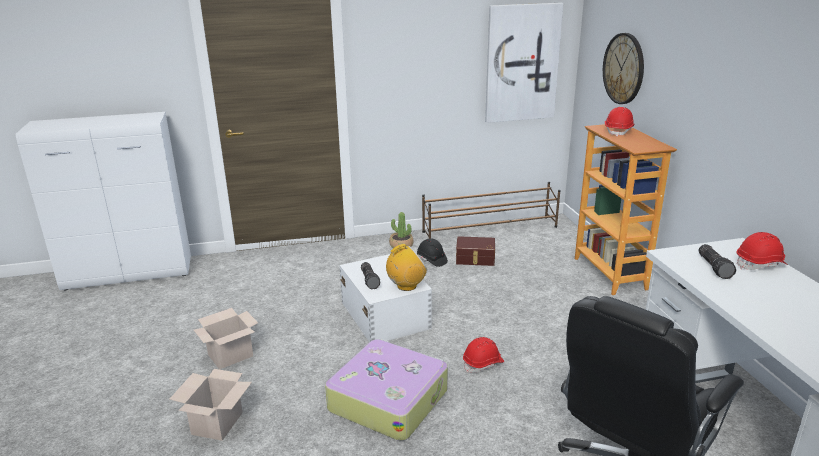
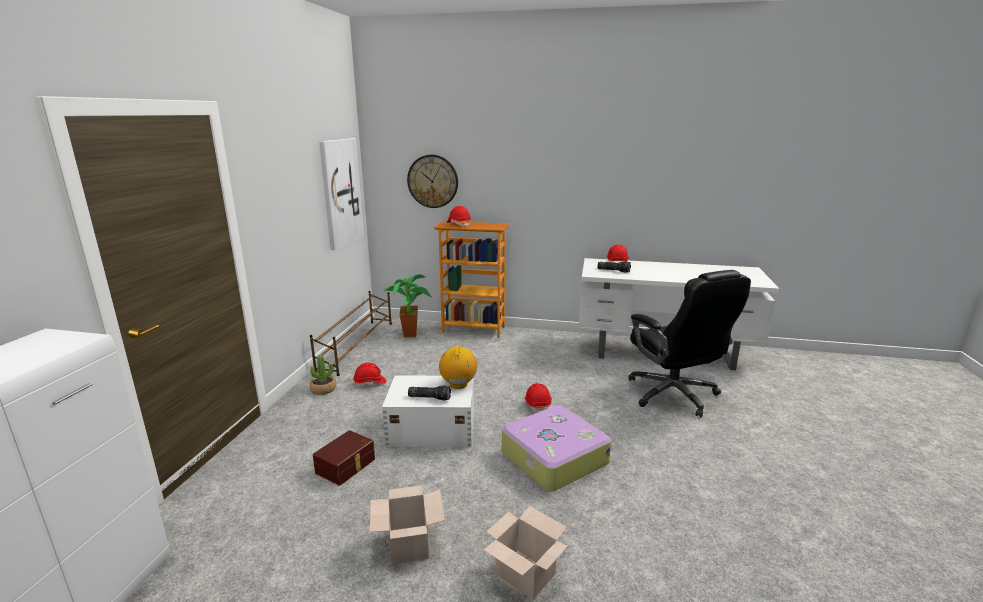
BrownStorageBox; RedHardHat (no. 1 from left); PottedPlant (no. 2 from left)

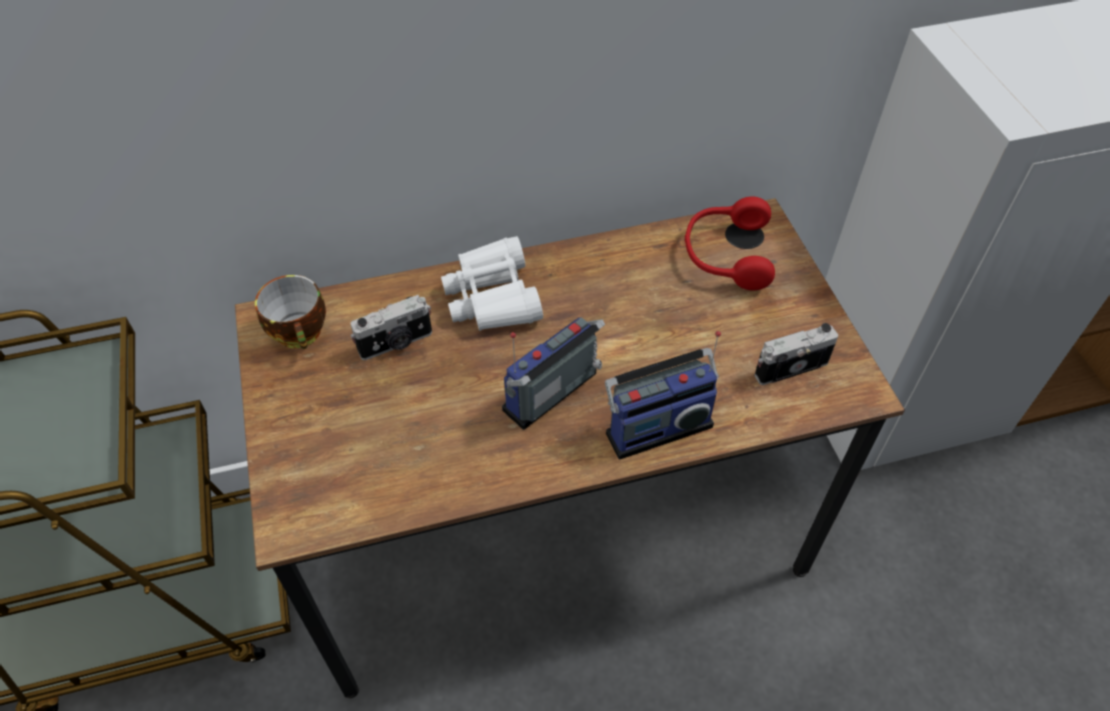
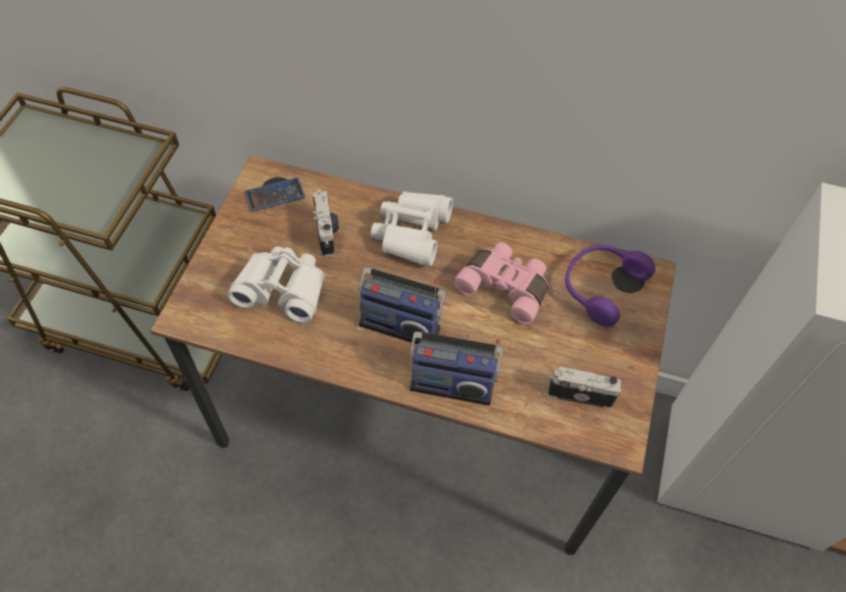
WhiteBinoculars (no. 1 from left); Phone; PhotoCamera (no. 1 from left); Radio (no. 1 from left); PinkBinoculars; PurpleHeadphones

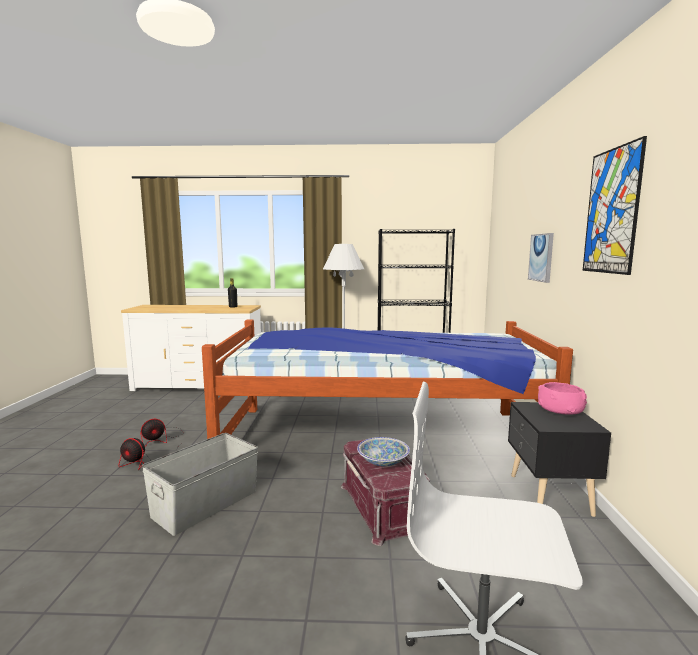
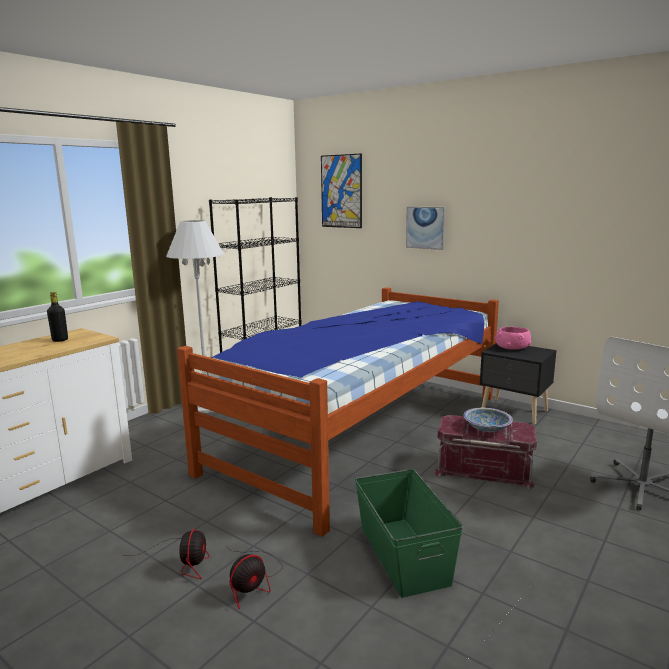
Picture (no. 1 from left); GreenStorageBox

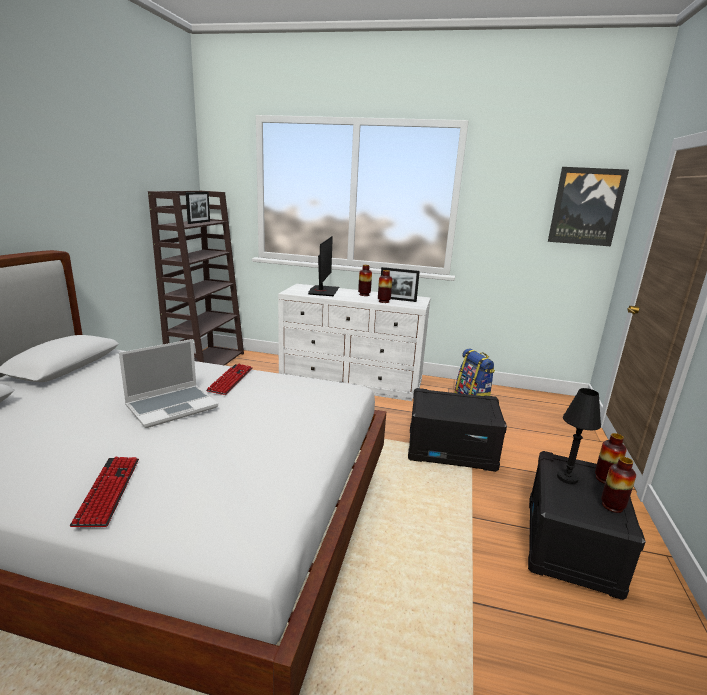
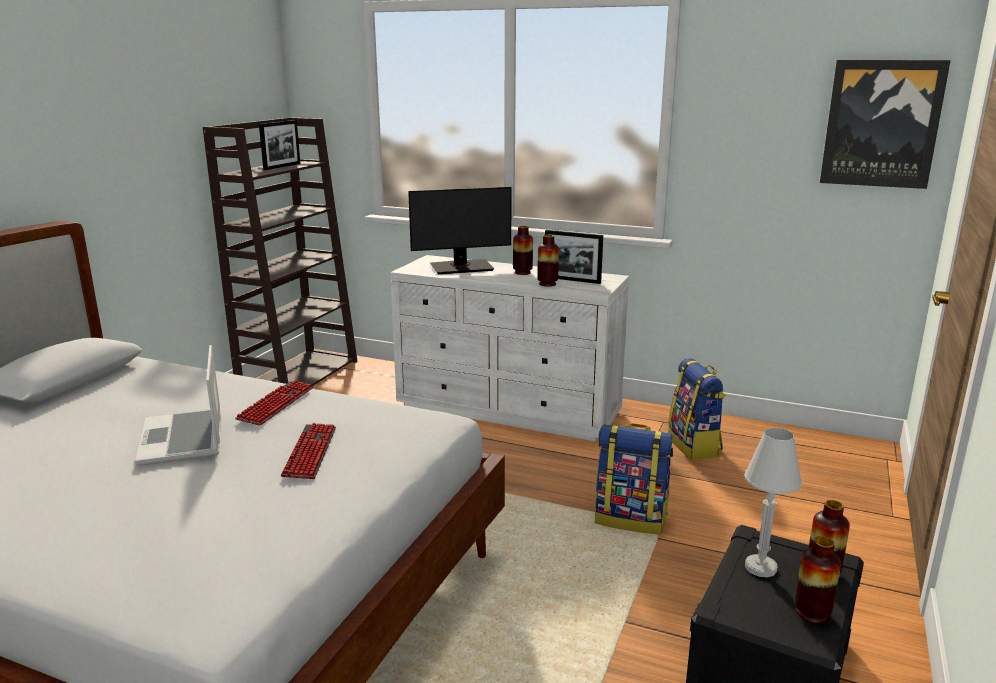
Laptop; Keyboard (no. 2 from left); Monitor; Backpack (no. 1 from left); WhiteTableLamp

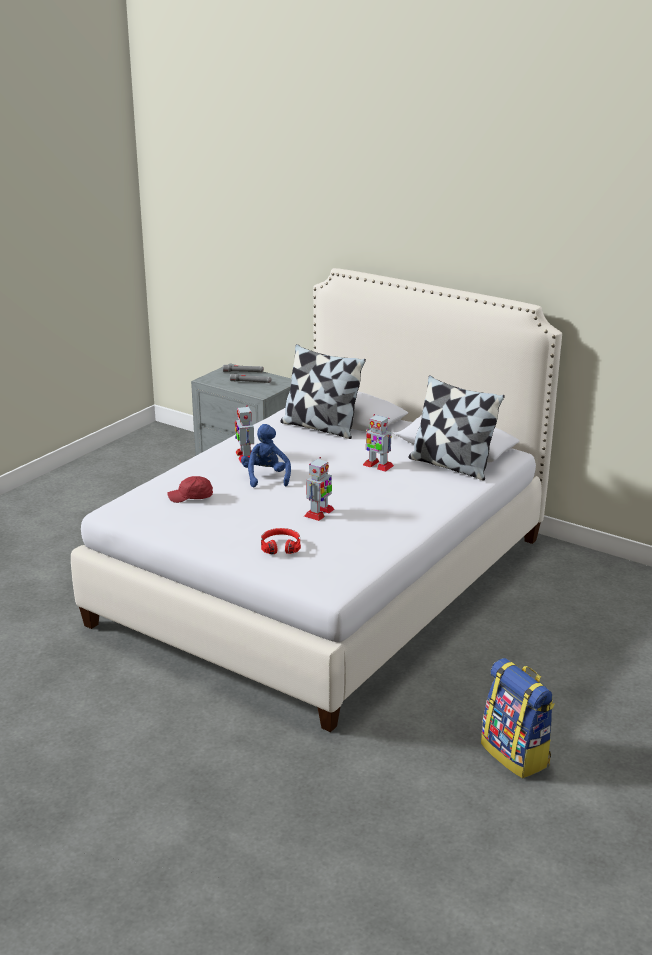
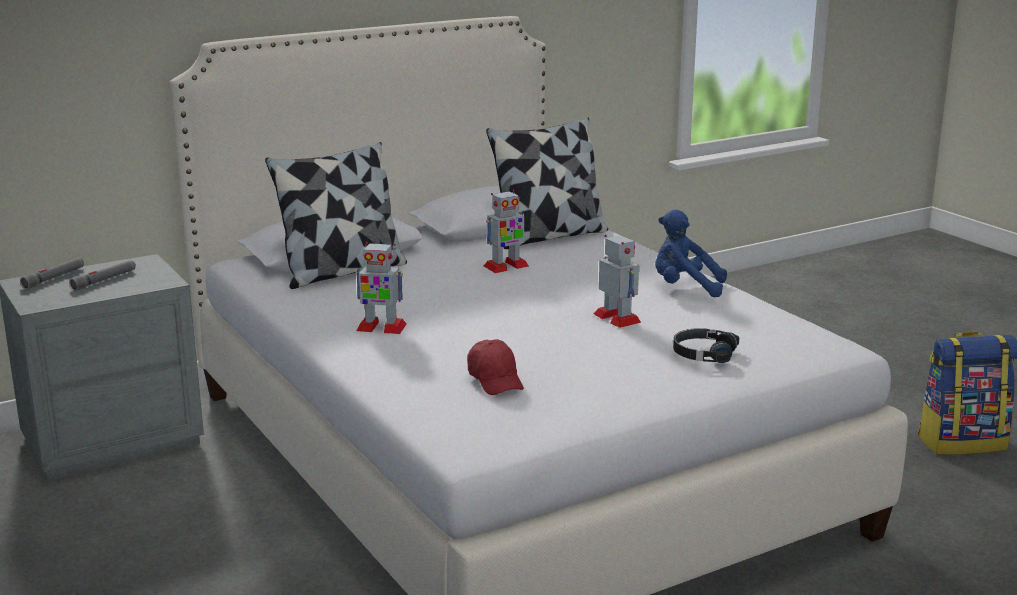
RedCap; BluePlushToy; BlackHeadphones

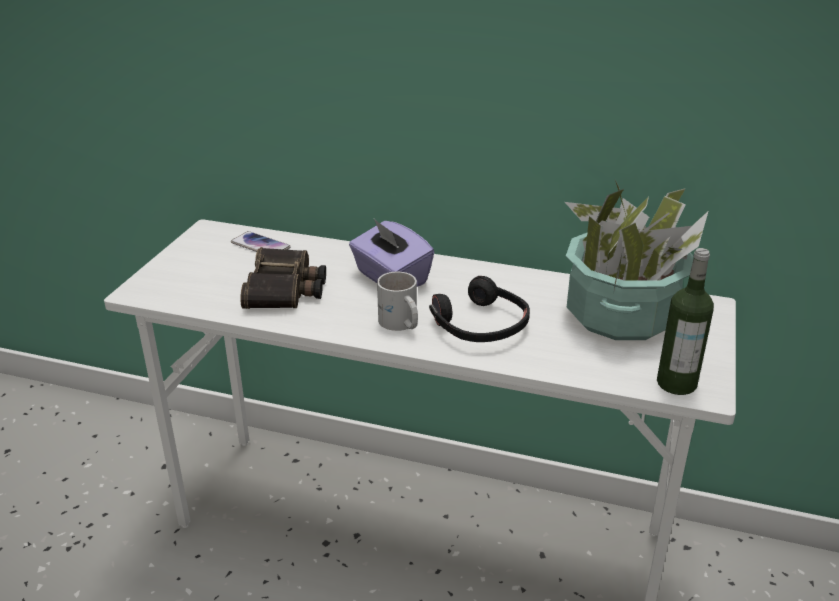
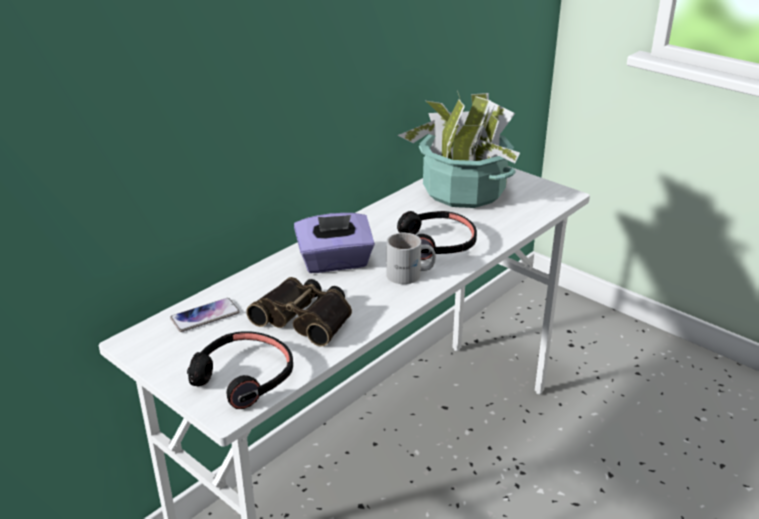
BlackHeadphones (no. 1 from left); Bottle

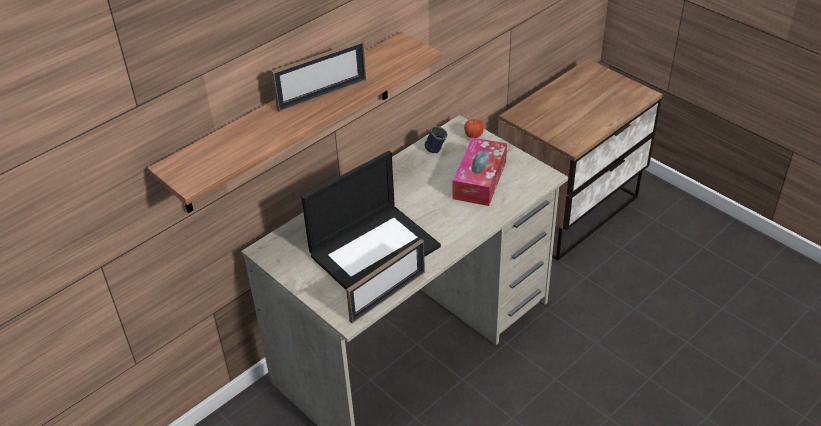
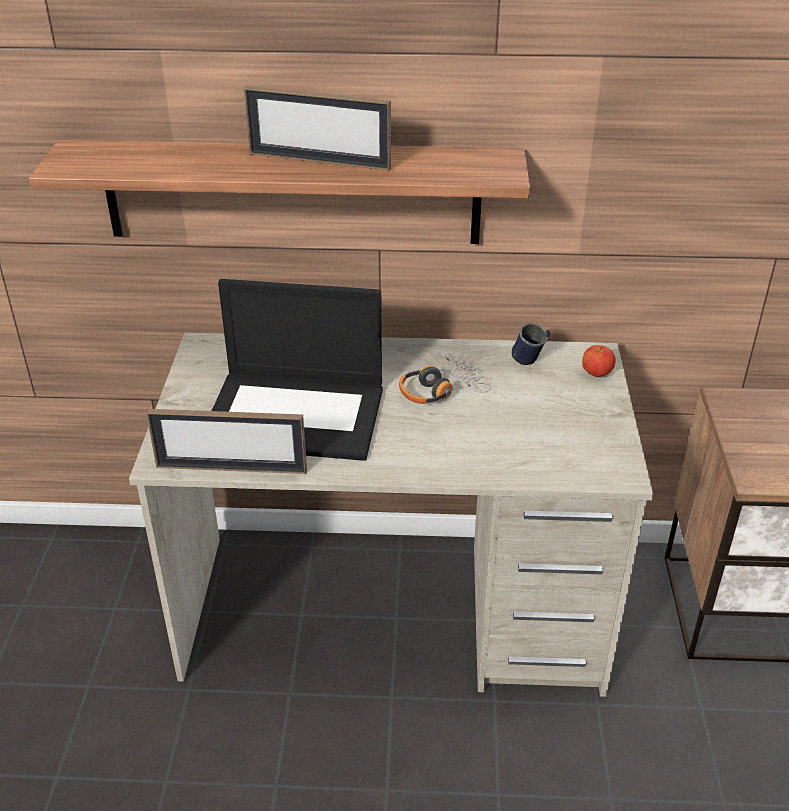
Headphones; TissueBox

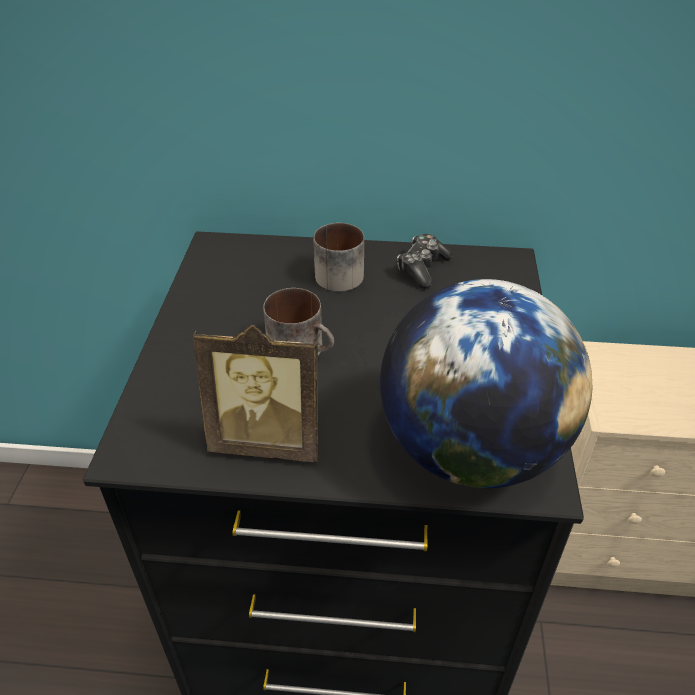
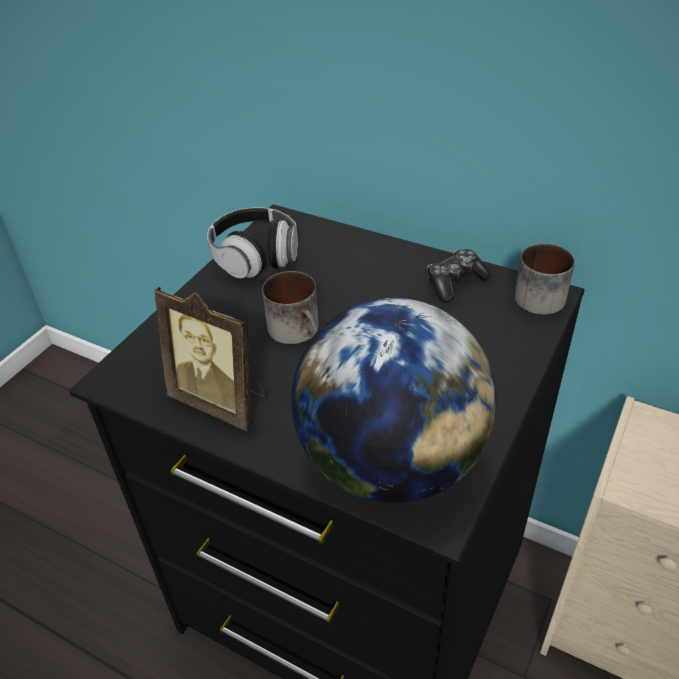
Headphones; Mug (no. 2 from left)

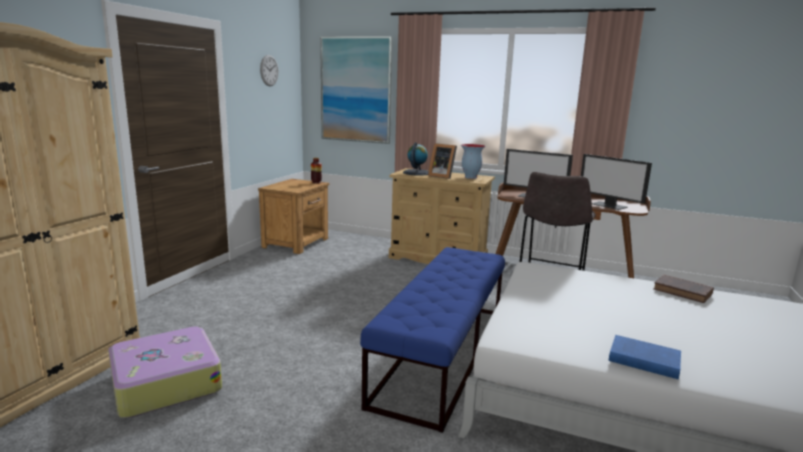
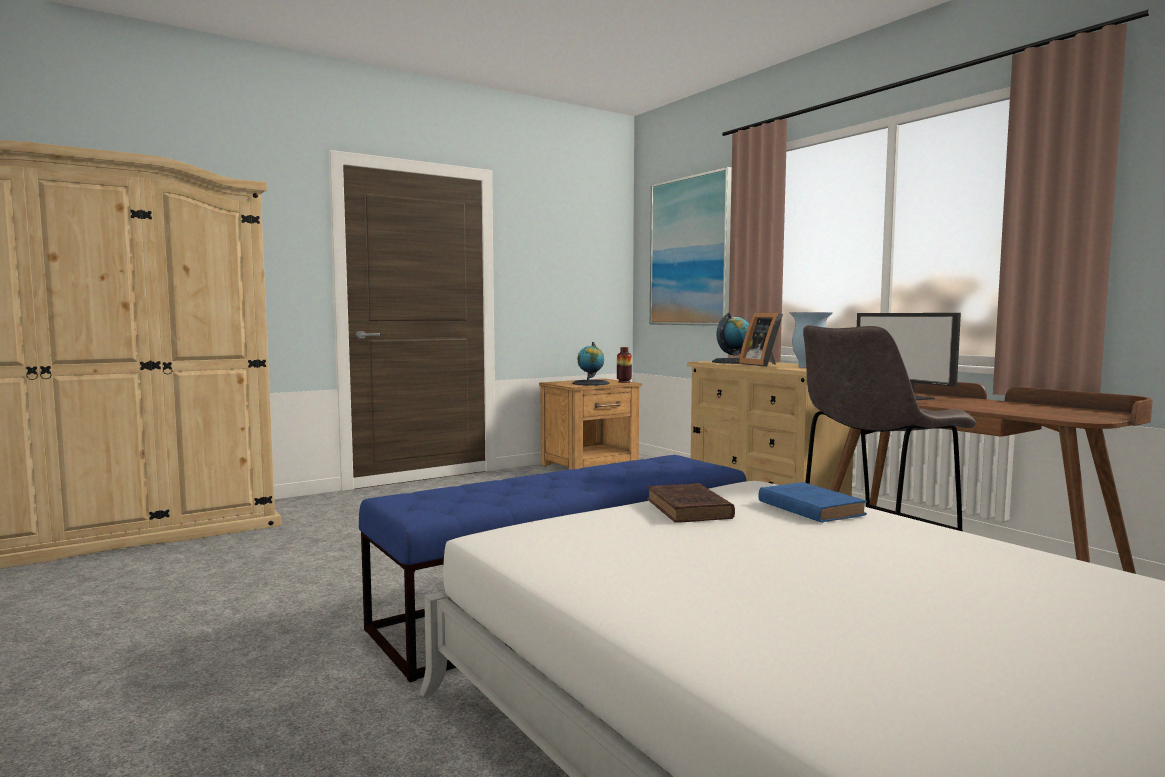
Globe (no. 1 from left); BrownBook; BlueBook; Suitcase; WallClock; Monitor (no. 2 from left in the first image)

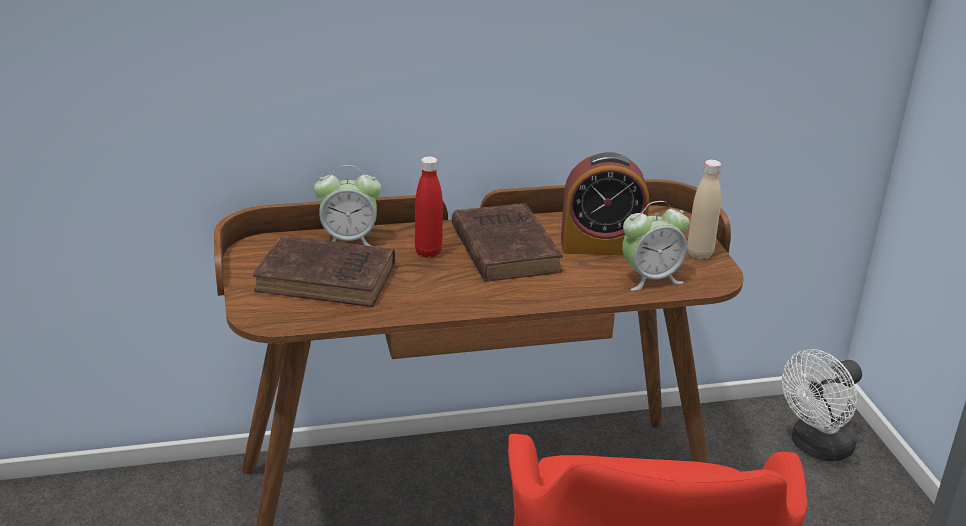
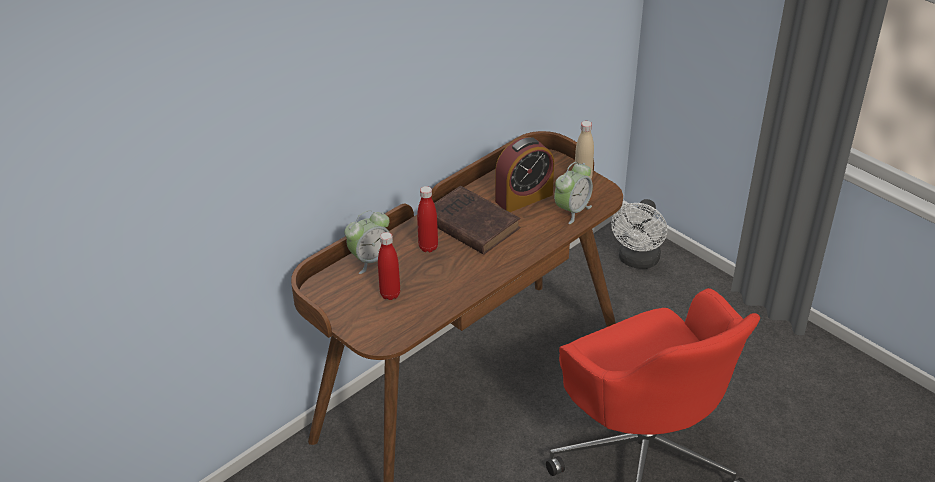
RedBottle (no. 1 from left)

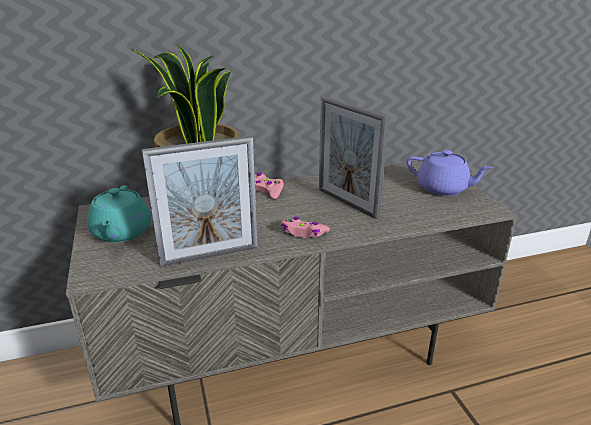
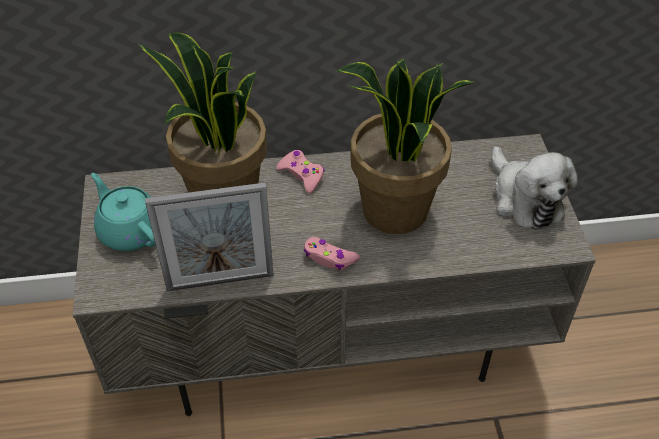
TurquoiseTeapot; PottedPlant (no. 2 from left); PlushToy

